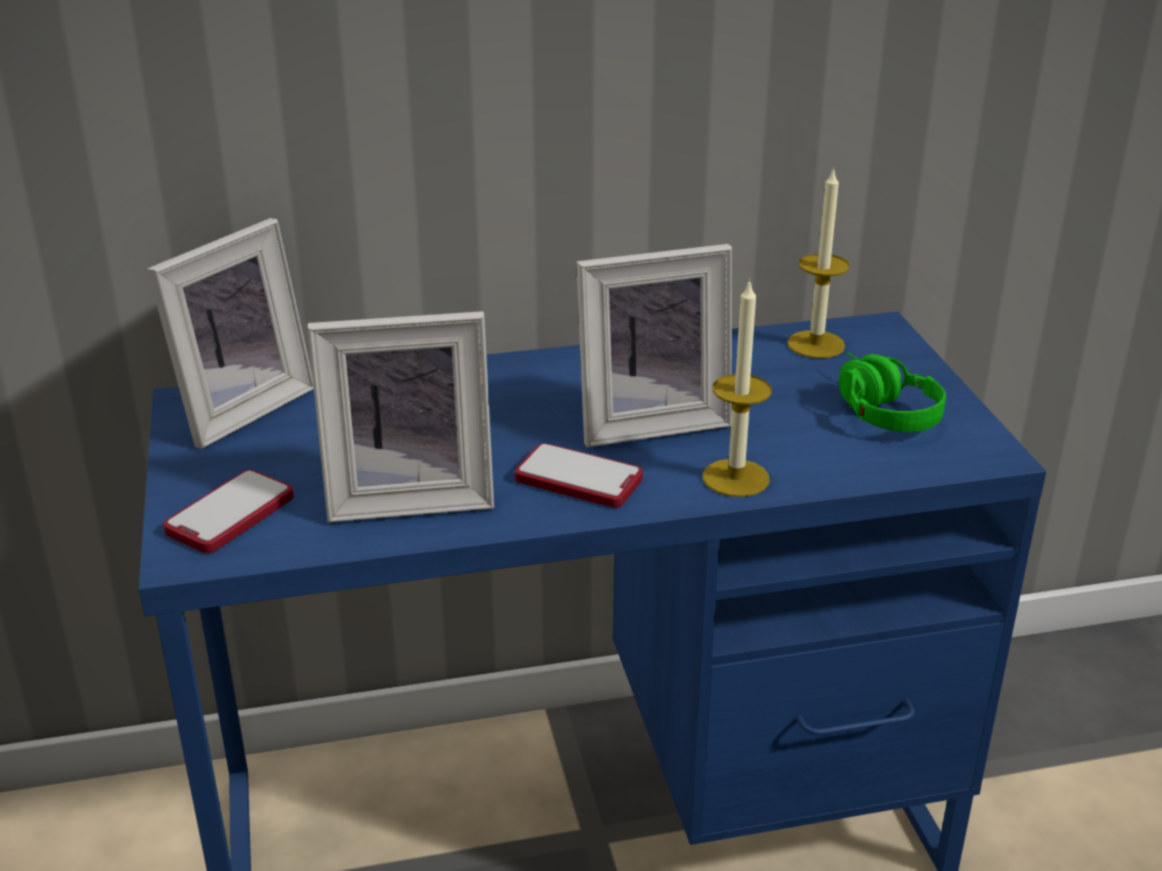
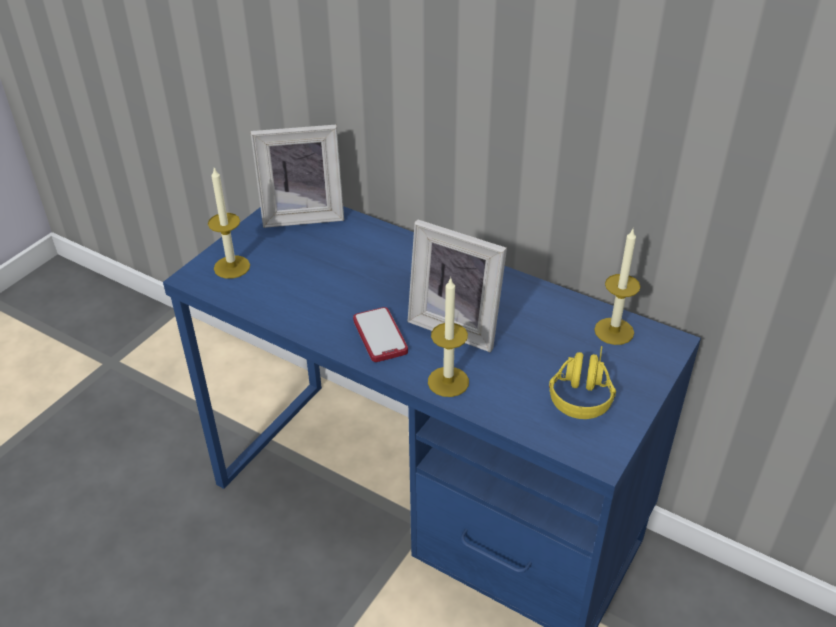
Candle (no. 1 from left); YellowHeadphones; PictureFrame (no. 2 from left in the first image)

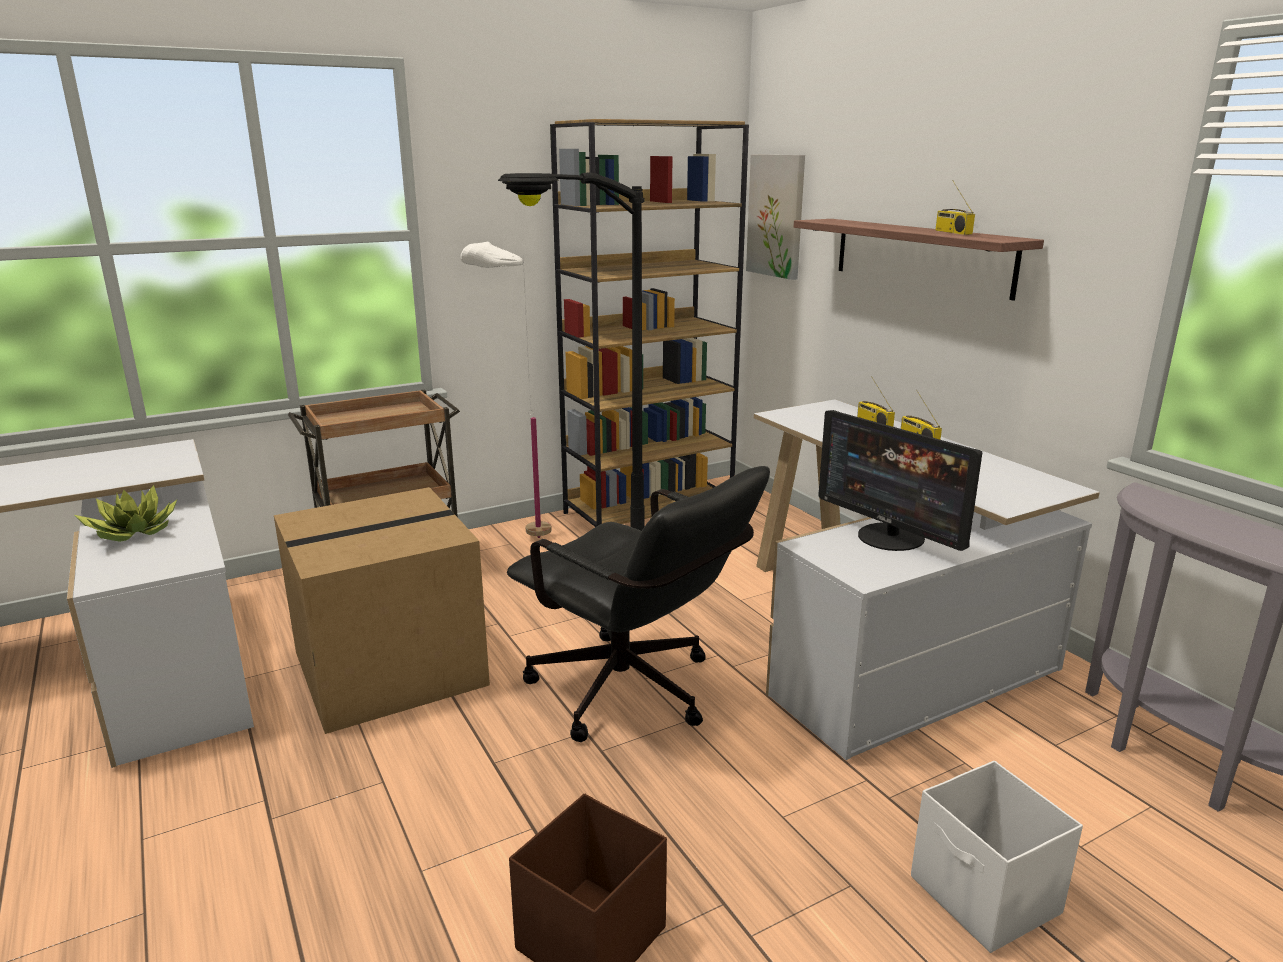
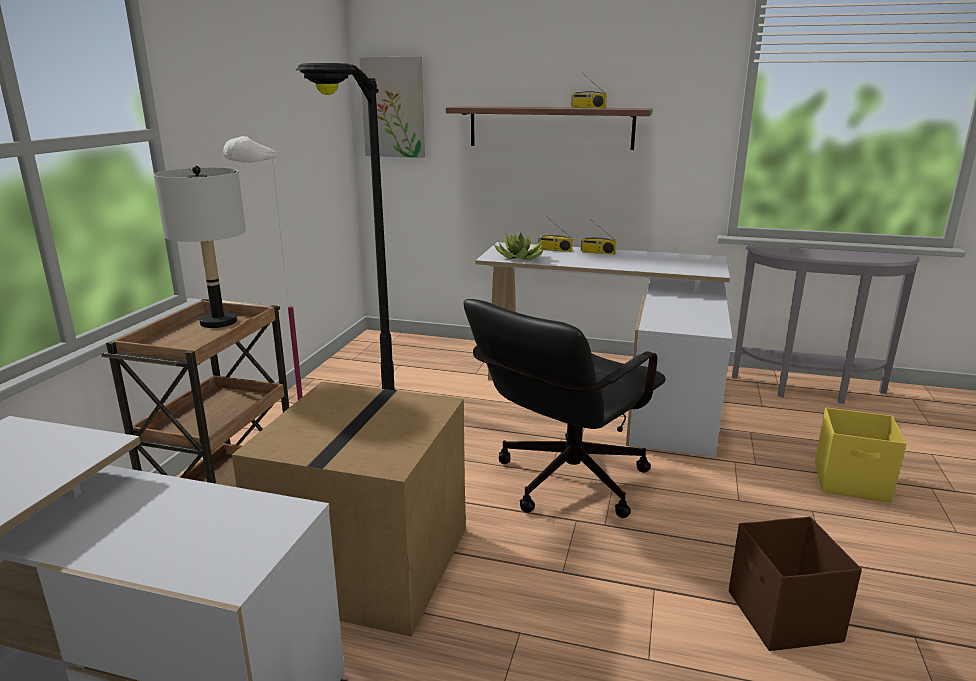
GreyTableLamp; BlackOfficeChair; PottedPlant; YellowStorageBox; BrownBookcase; Monitor

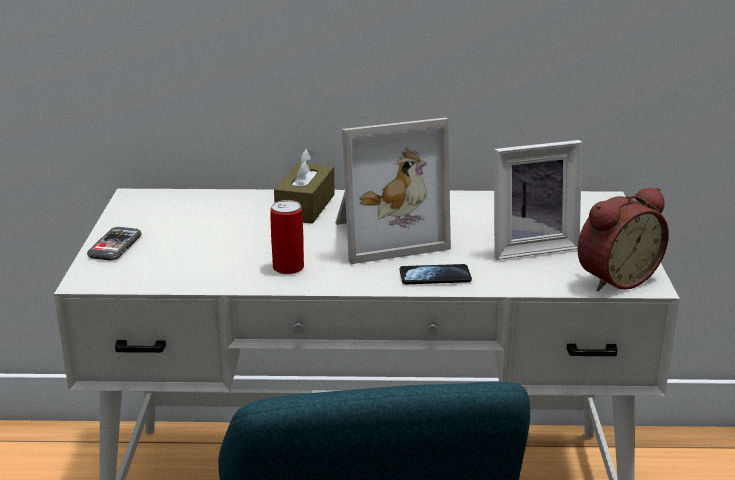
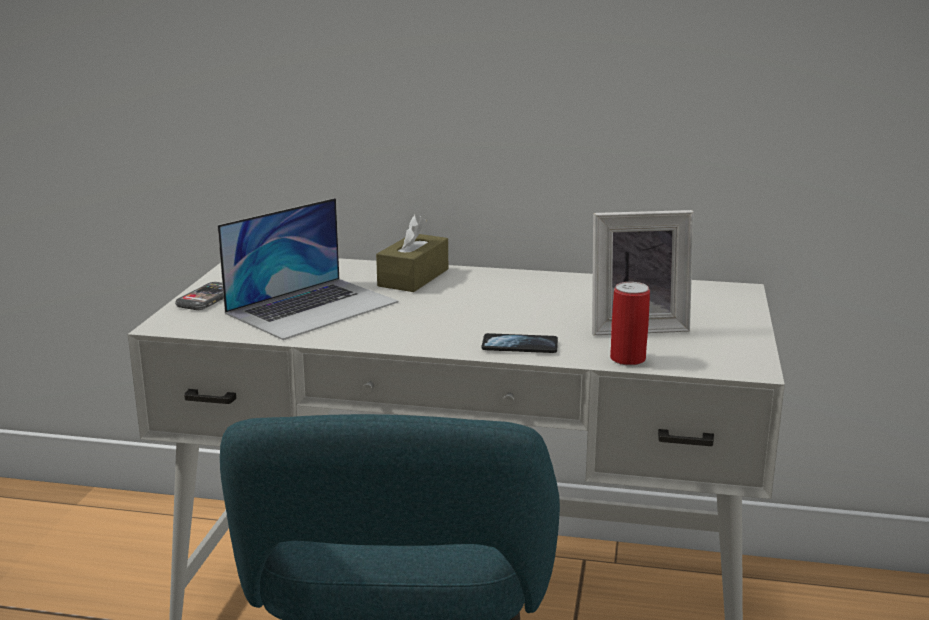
Laptop; Can; PictureFrame (no. 1 from left in the first image); AlarmClock

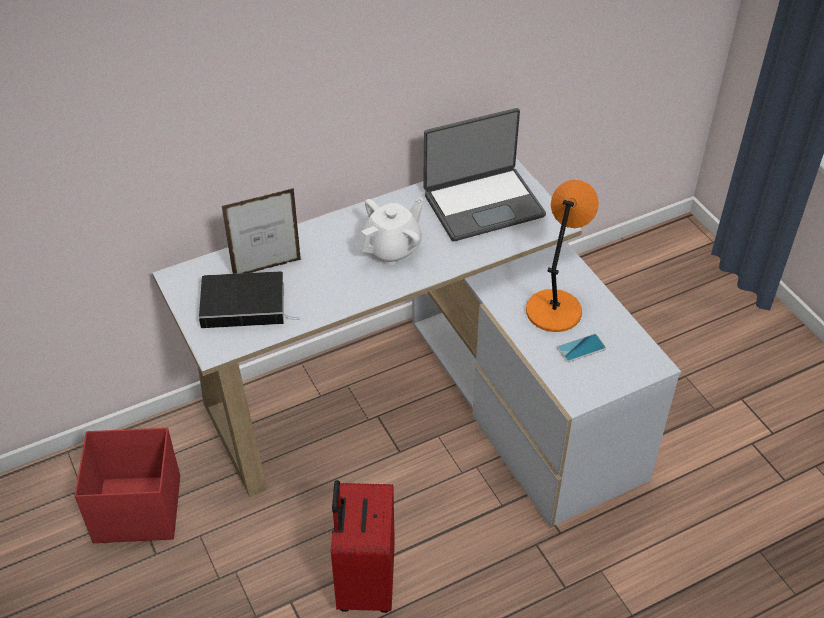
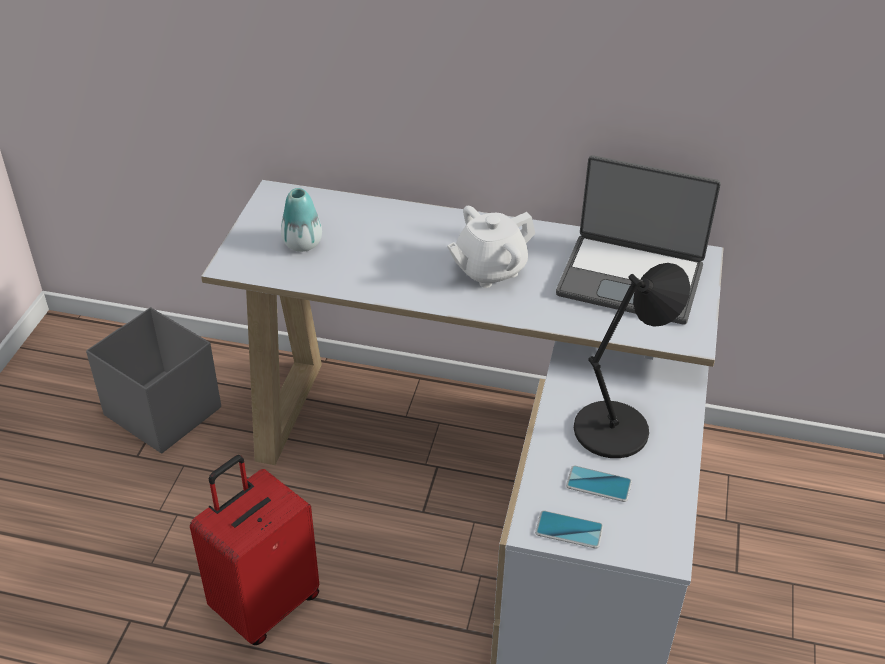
GreyStorageBox; Vase; WhiteTeapot; Phone (no. 1 from left); BlackTableLamp; PictureFrame

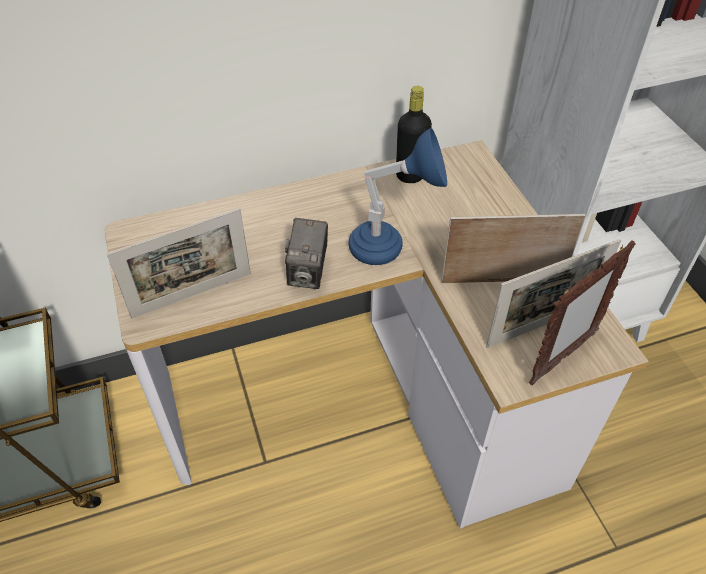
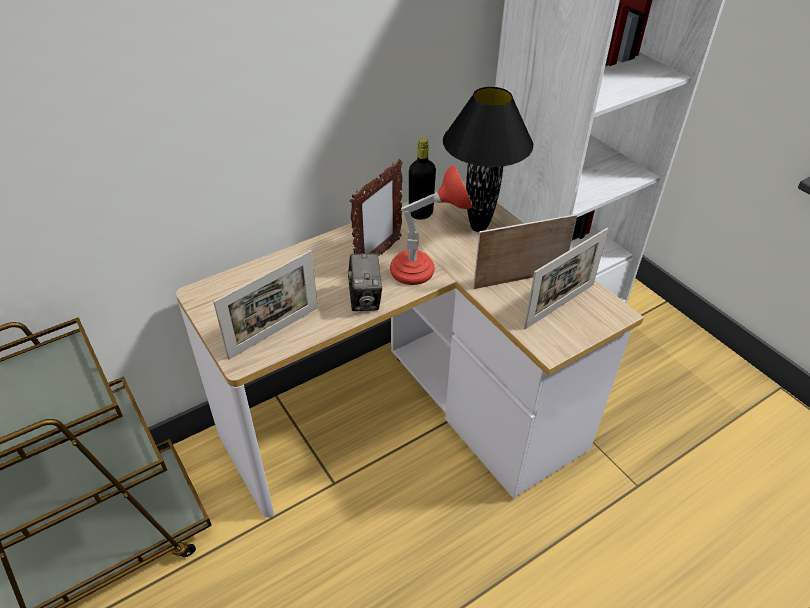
PictureFrame (no. 2 from left); RedTableLamp; BlackTableLamp

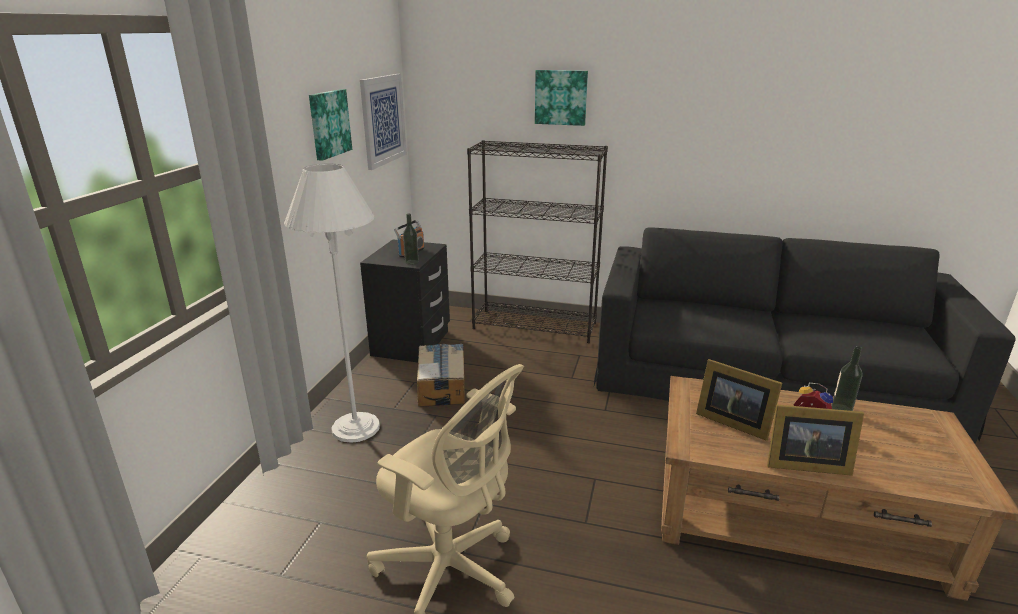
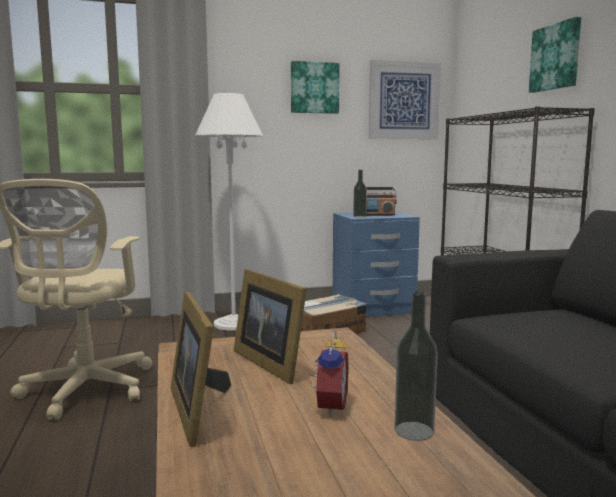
PictureFrame (no. 2 from left); BlueNightstand

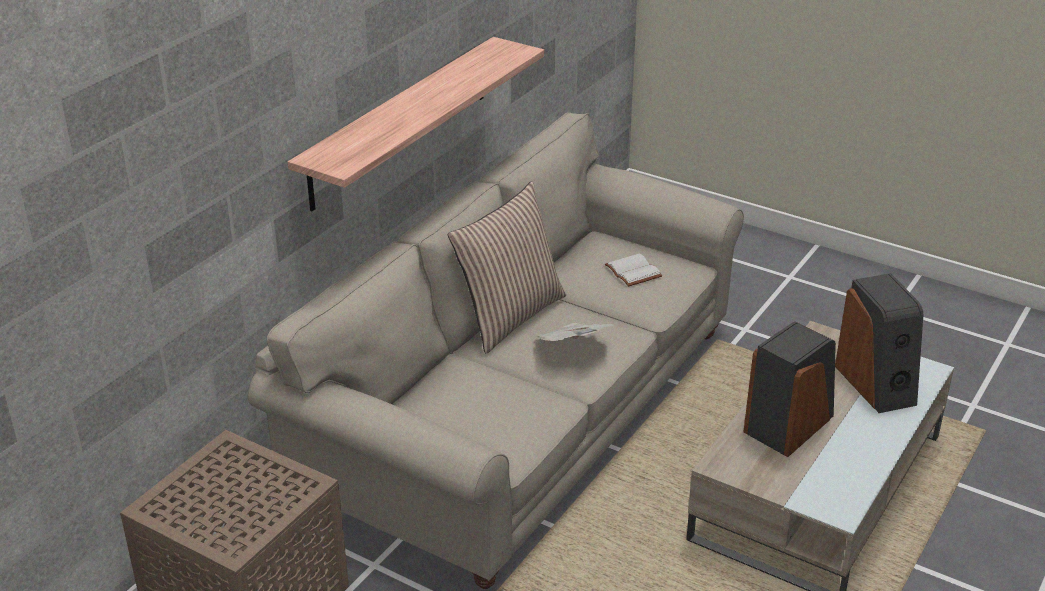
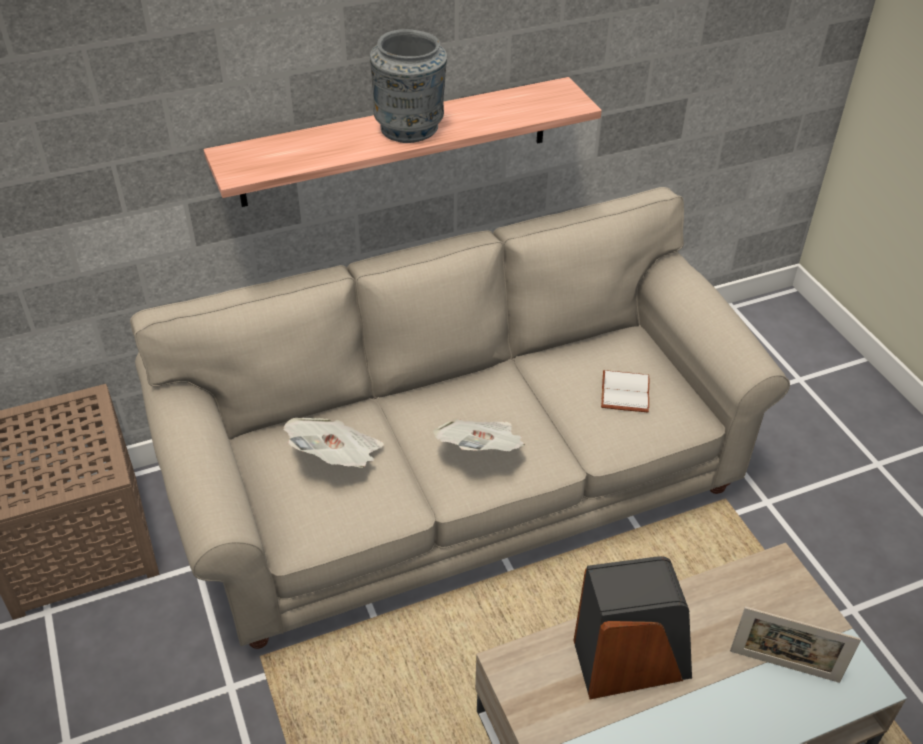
Newspaper (no. 1 from left); GreyVase; PictureFrame; Pillow

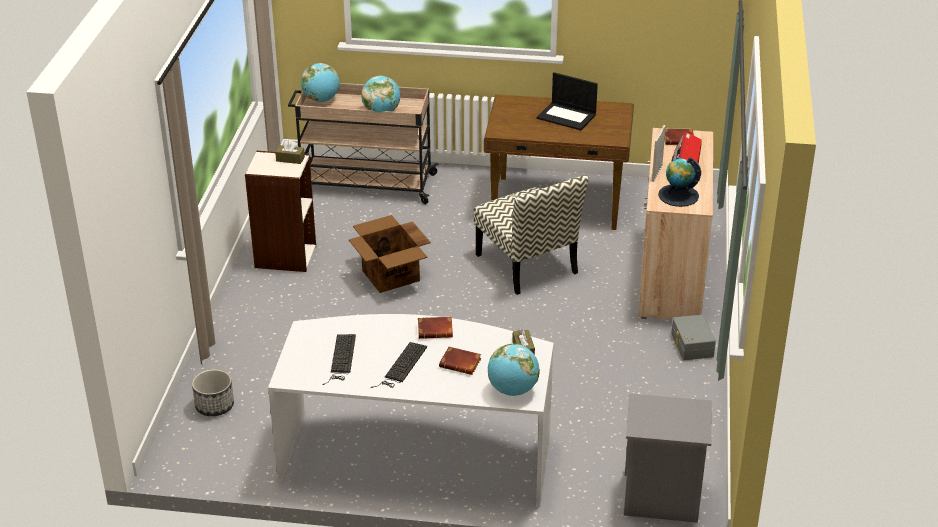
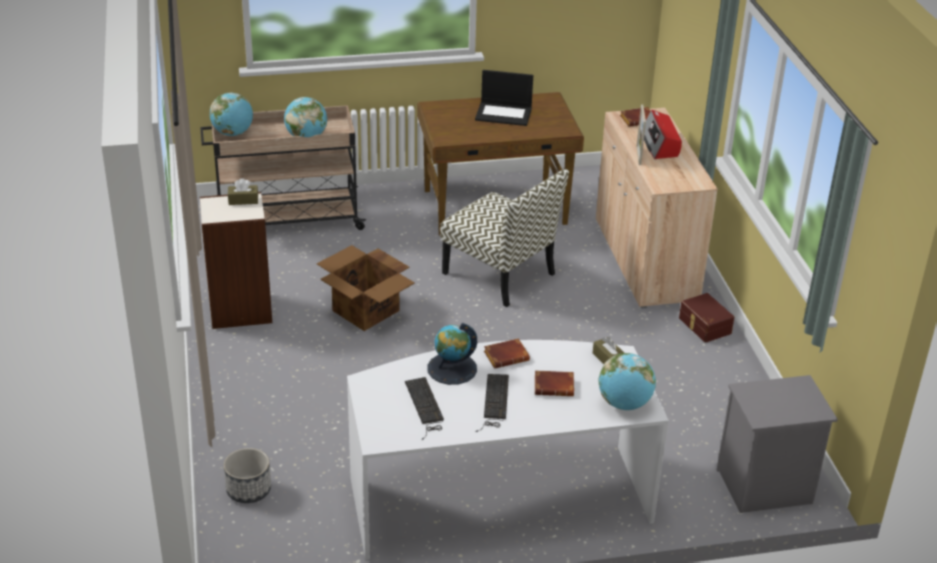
Globe (no. 3 from left); BrownStorageBox

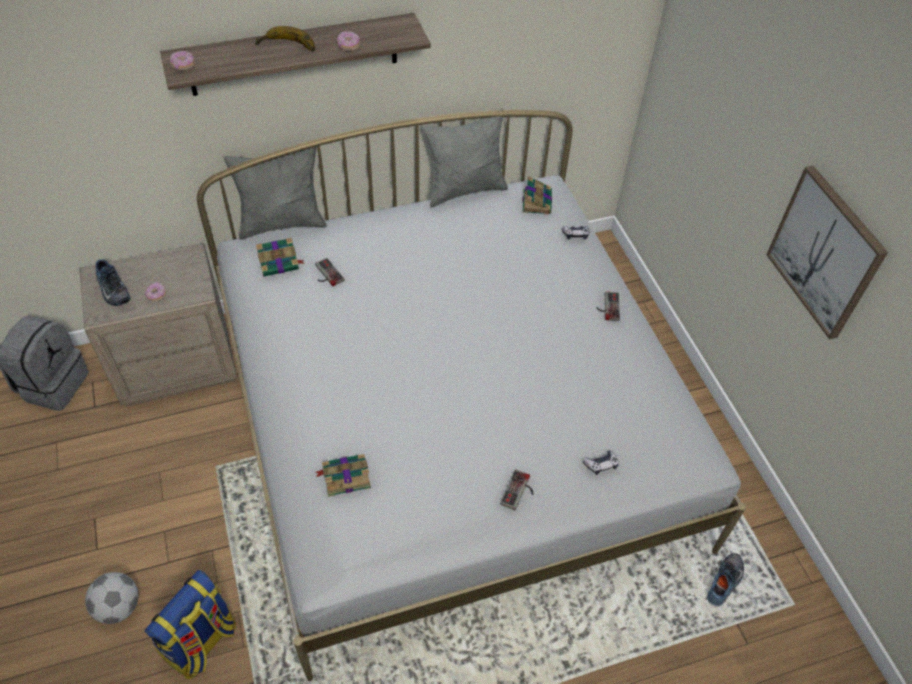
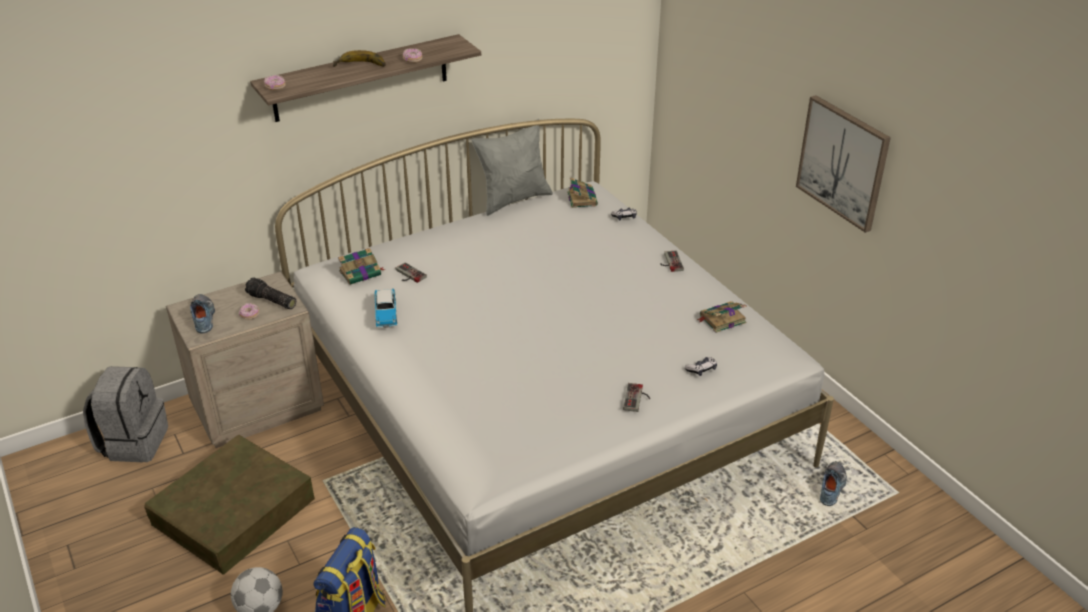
BrownStorageBox; Shoe (no. 1 from left); Flashlight; ToyCar; Book (no. 3 from left); GreyPillow (no. 1 from left in the first image)

